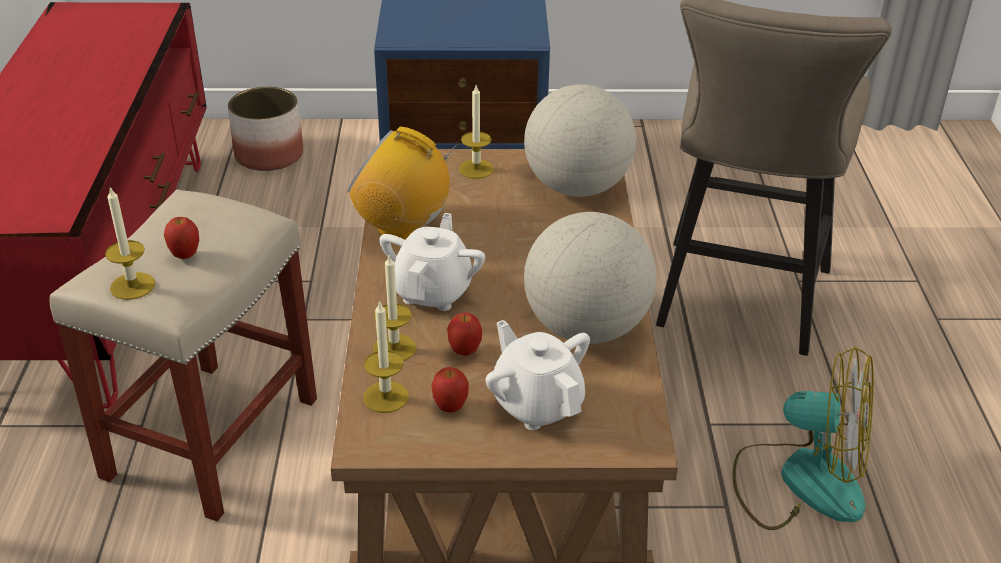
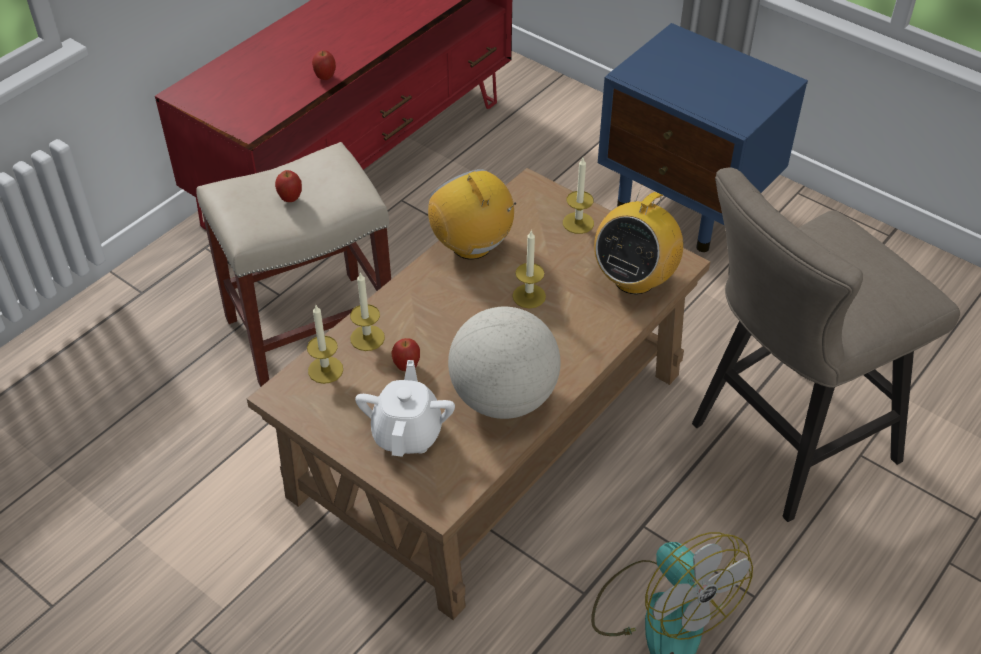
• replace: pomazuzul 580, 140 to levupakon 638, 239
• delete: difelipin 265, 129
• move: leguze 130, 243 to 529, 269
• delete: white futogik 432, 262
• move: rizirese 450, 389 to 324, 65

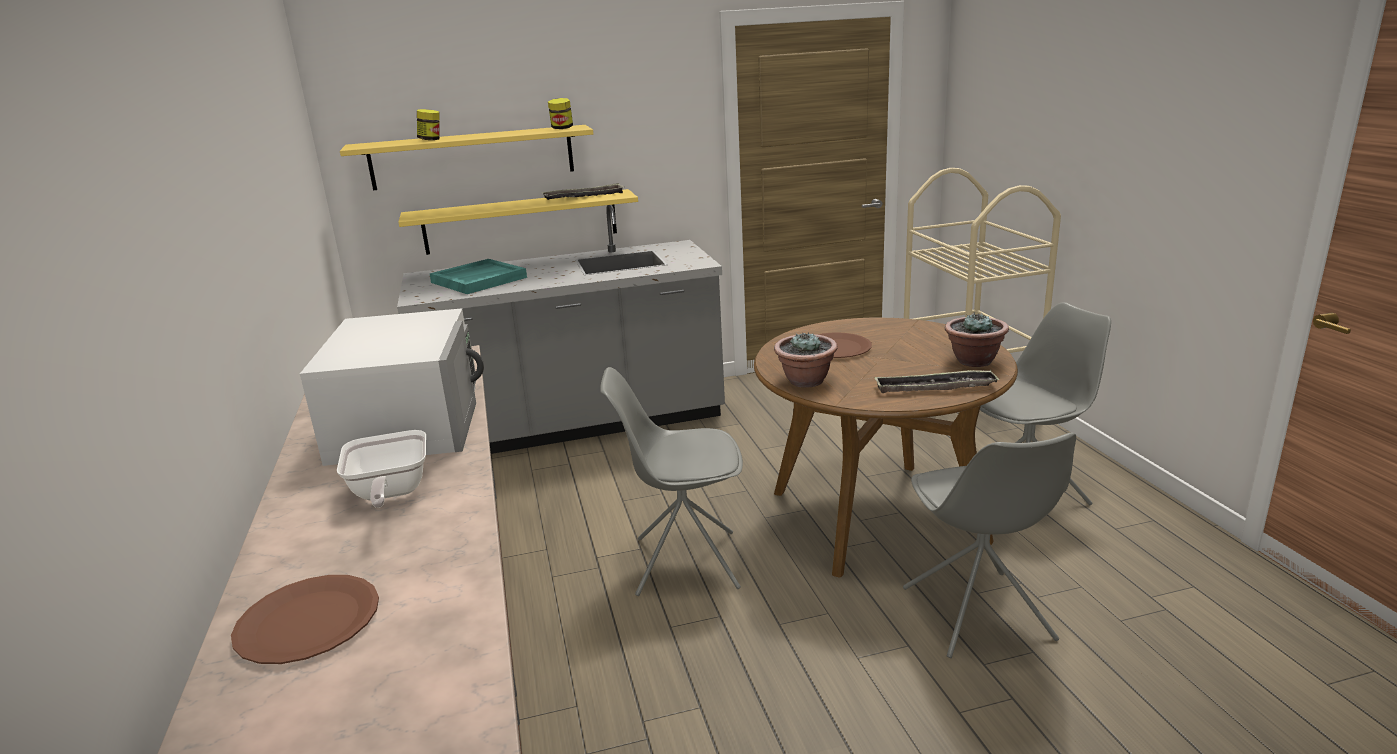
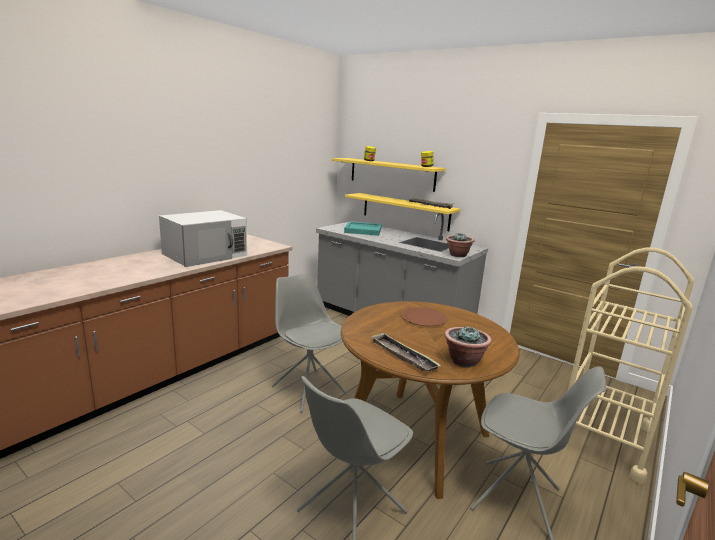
• move: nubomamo 806, 360 to 460, 245
• delete: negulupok 381, 469
• delete: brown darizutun 305, 619

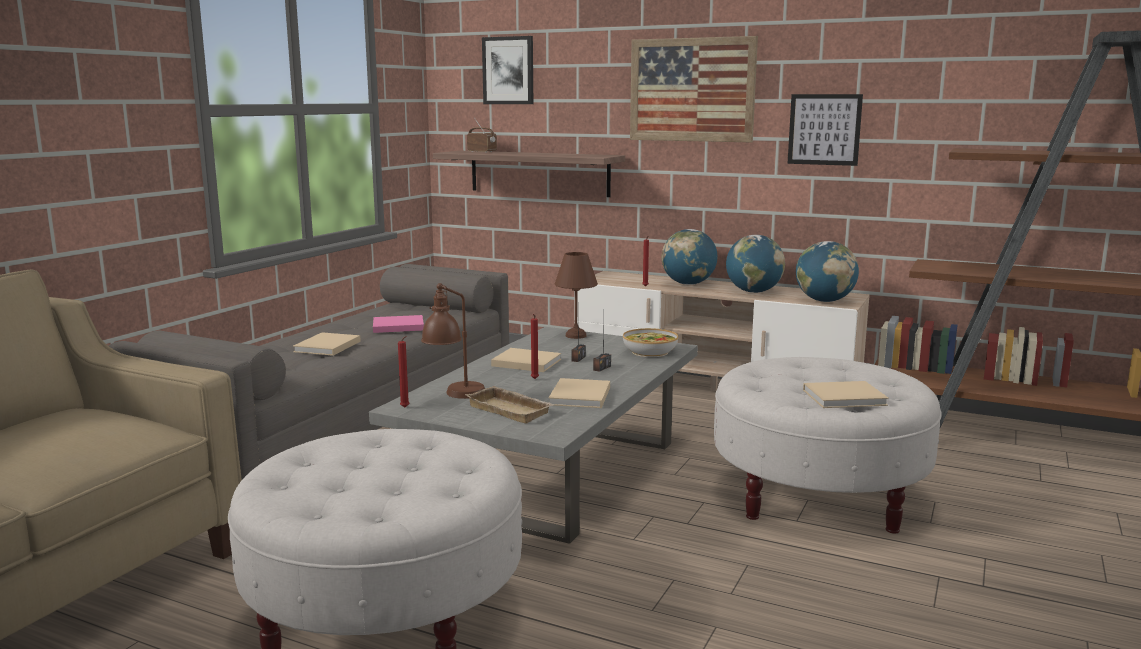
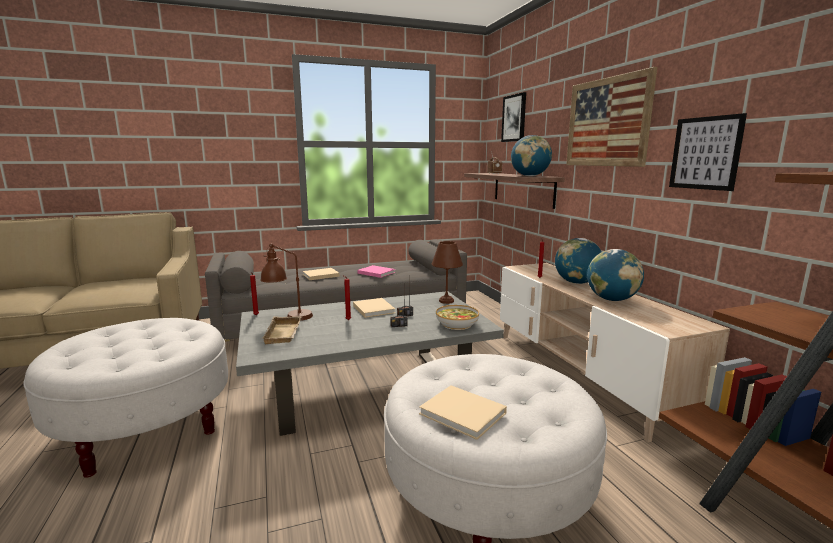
• move: pomazuzul 827, 271 to 531, 155
• delete: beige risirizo 579, 393

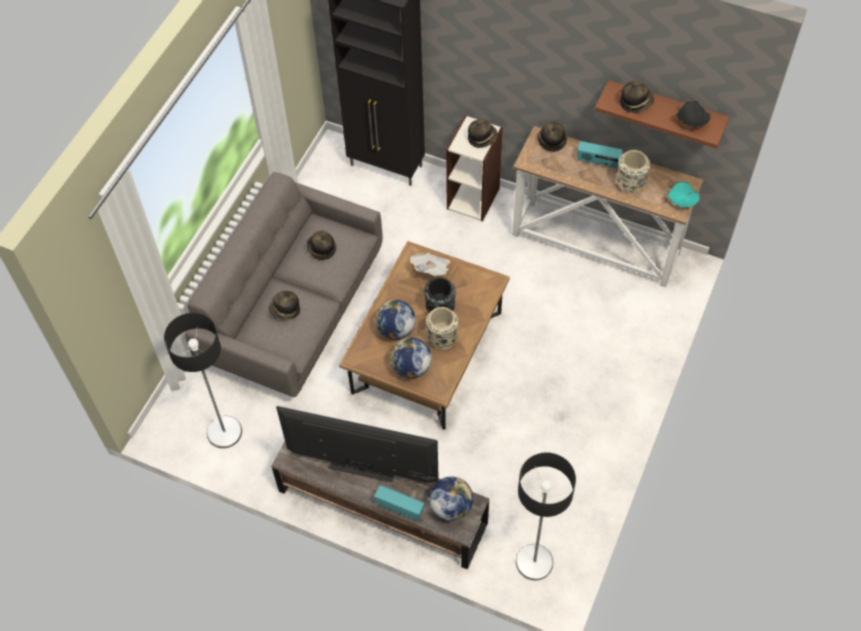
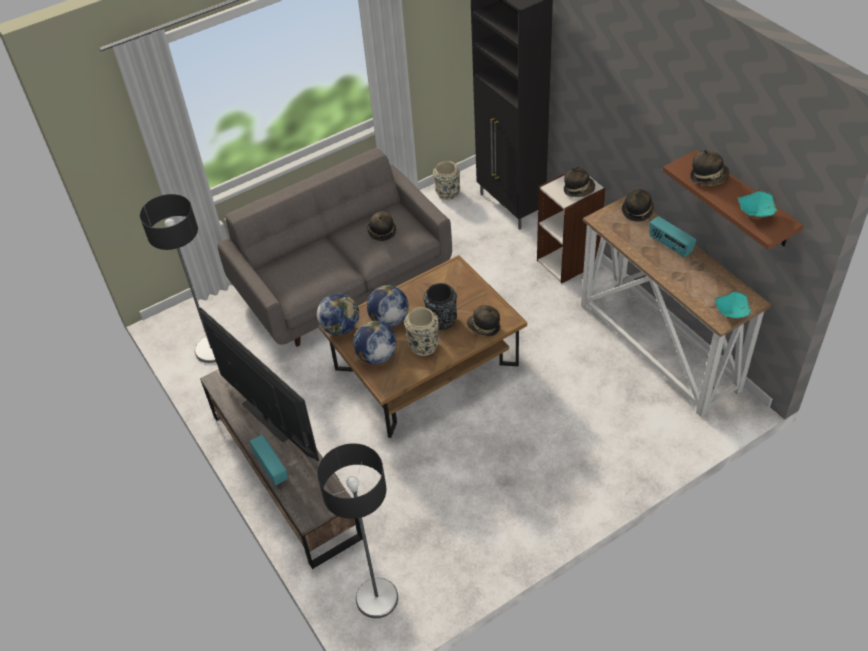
• recolor: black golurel 693, 114 to turquoise golurel 758, 204
• move: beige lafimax 633, 171 to 446, 180
• delete: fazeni 430, 264
• move: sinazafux 284, 305 to 483, 320
• move: pomazuzul 451, 499 to 338, 314

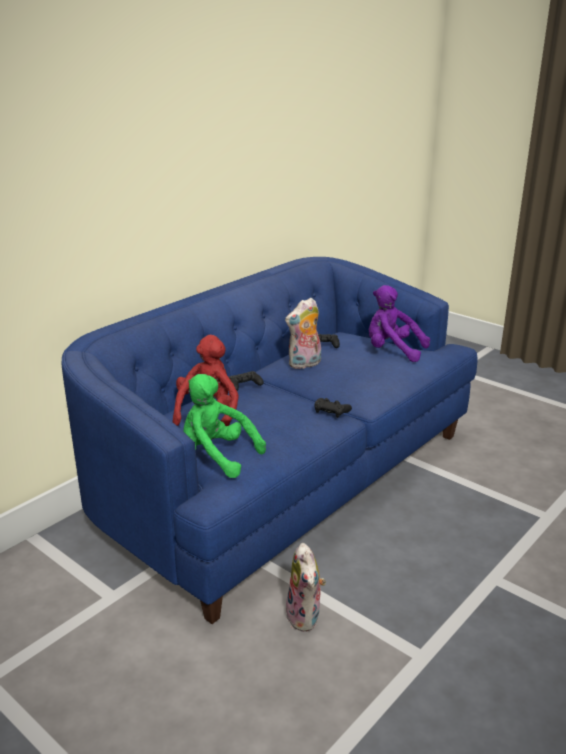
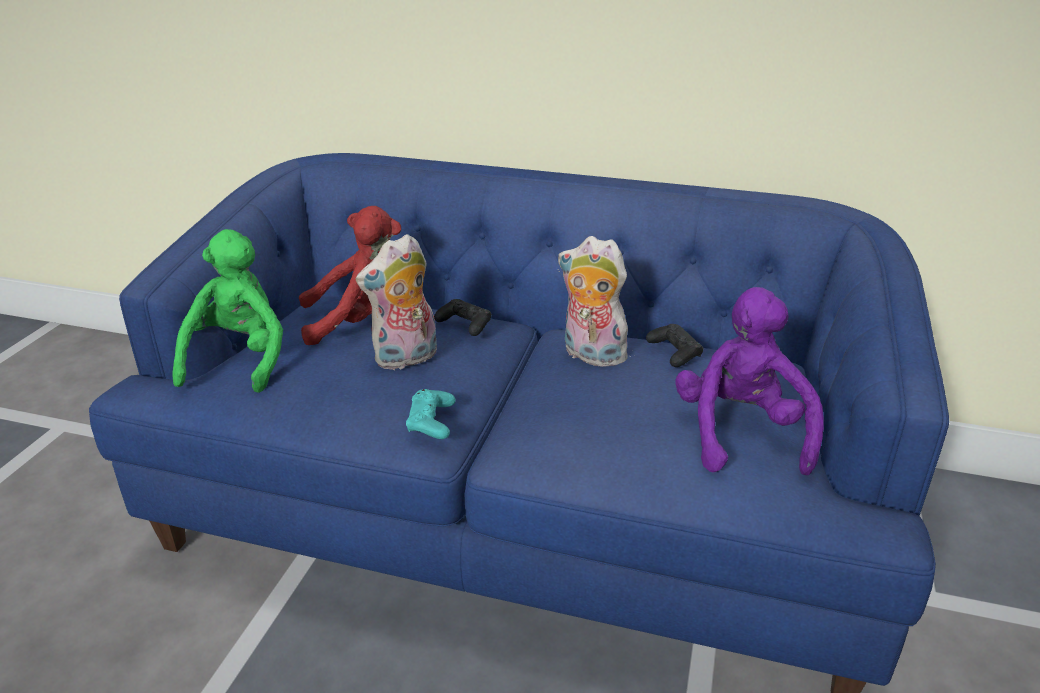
• recolor: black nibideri 333, 408 to turquoise nibideri 431, 414
• move: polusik 306, 587 to 396, 302

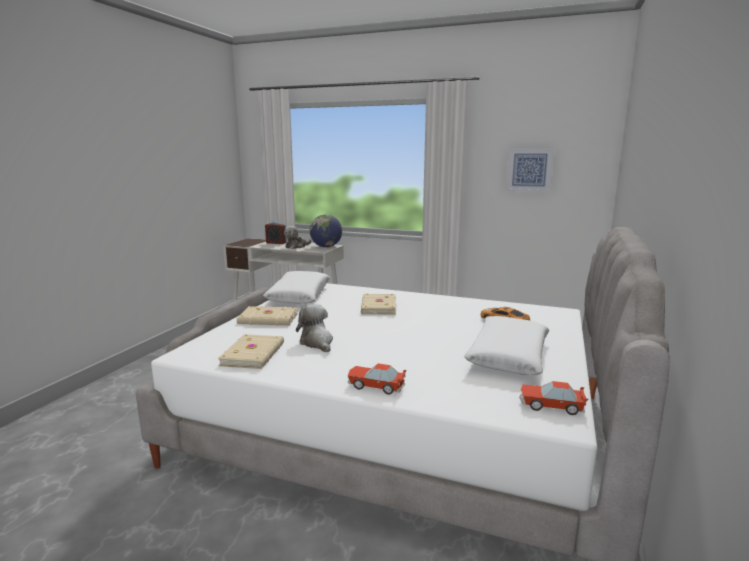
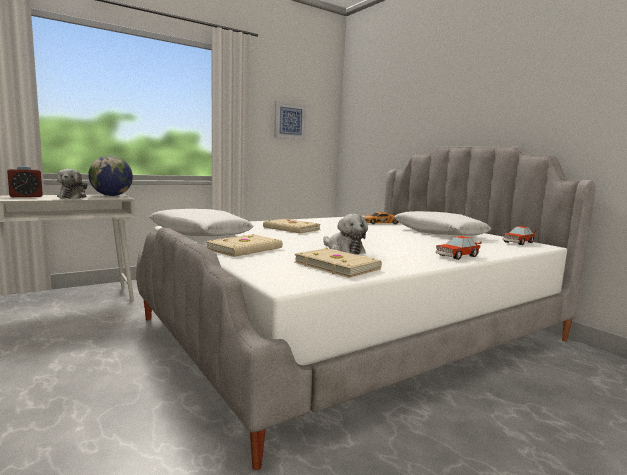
• rotate: polusik 314, 328 = 345, 234 135 degrees counterclockwise

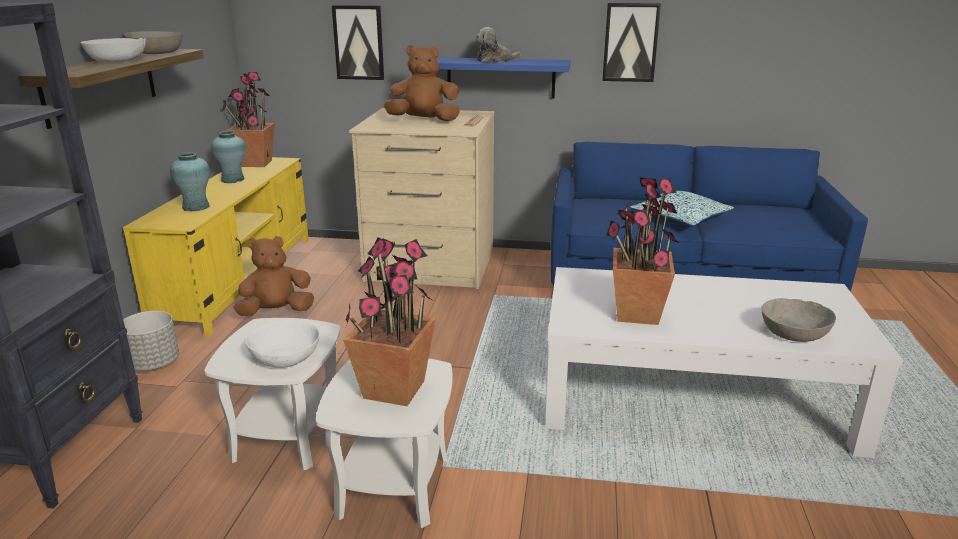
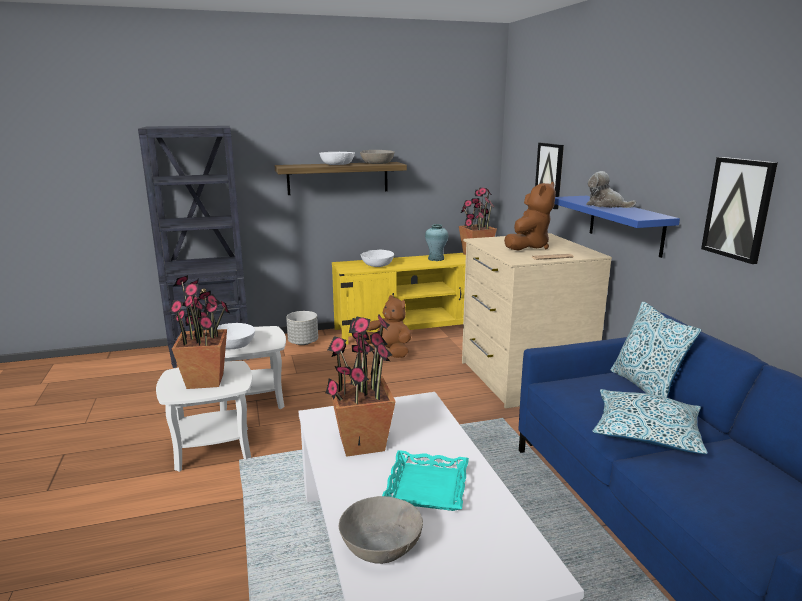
• rotate: brown polusik 422, 83 = 530, 216 60 degrees clockwise
• replace: turquoise lafimax 190, 181 to white golurel 377, 258
• insert: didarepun 656, 349
• insert: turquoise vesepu 425, 480

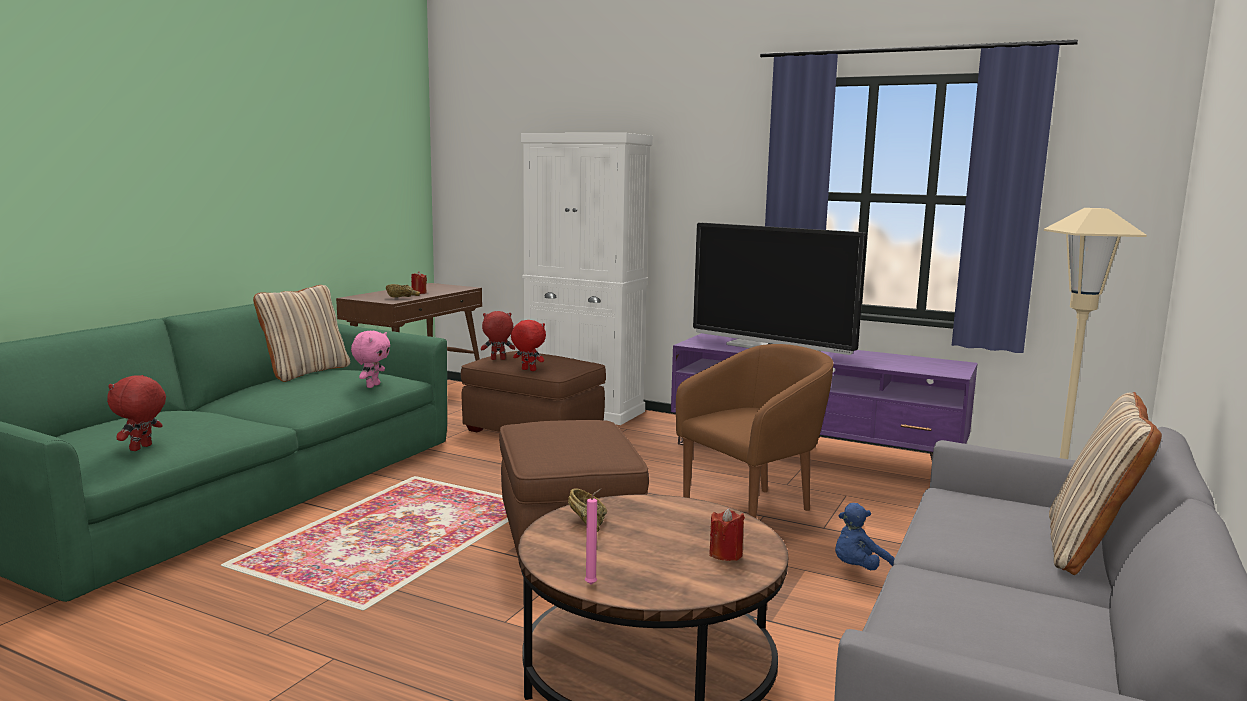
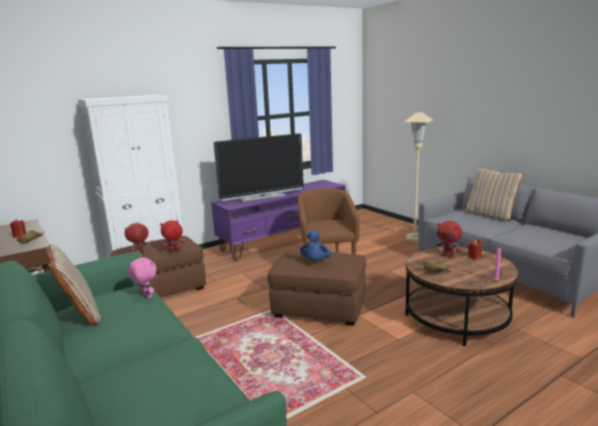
• move: red polusik 136, 413 to 449, 239
• move: blue polusik 865, 536 to 316, 245

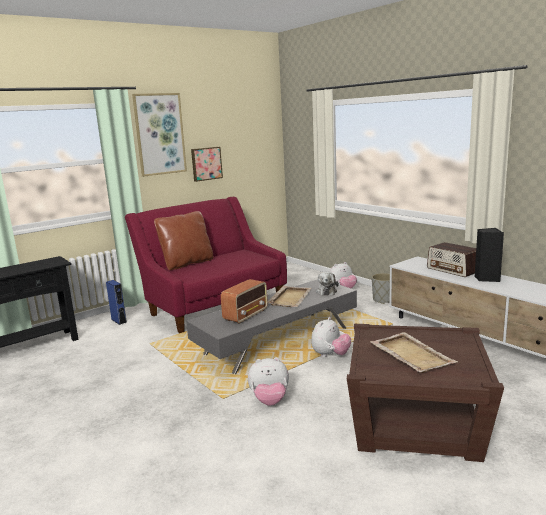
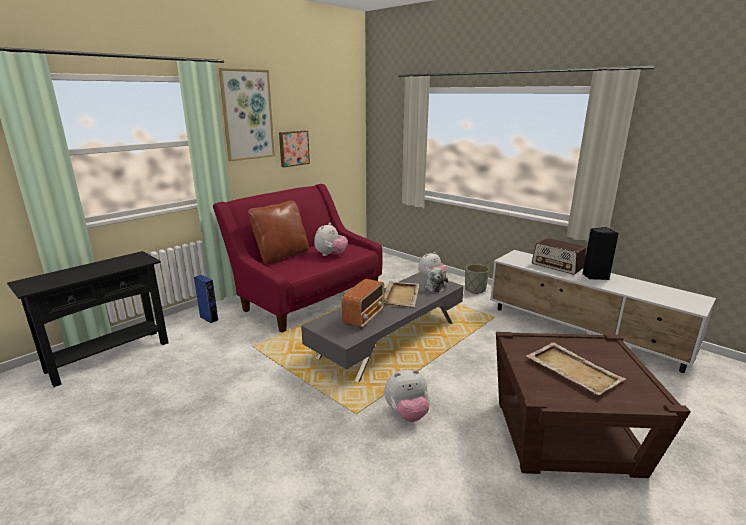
• move: polusik 331, 337 to 331, 239

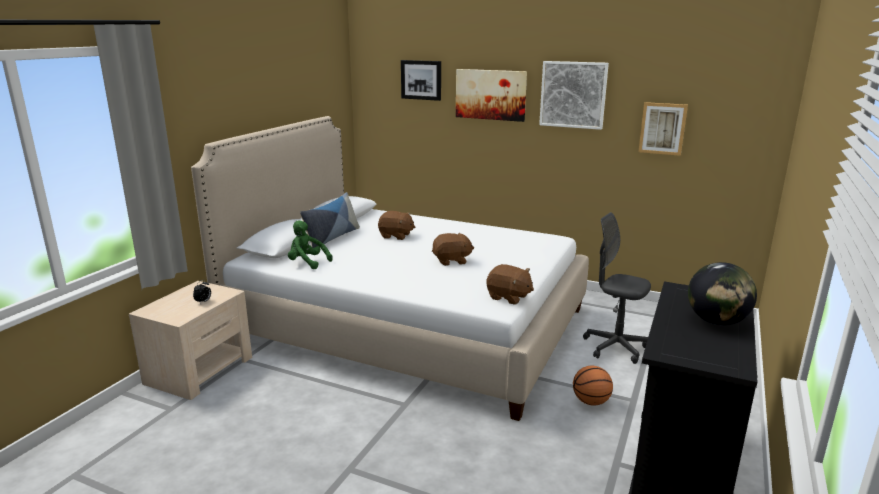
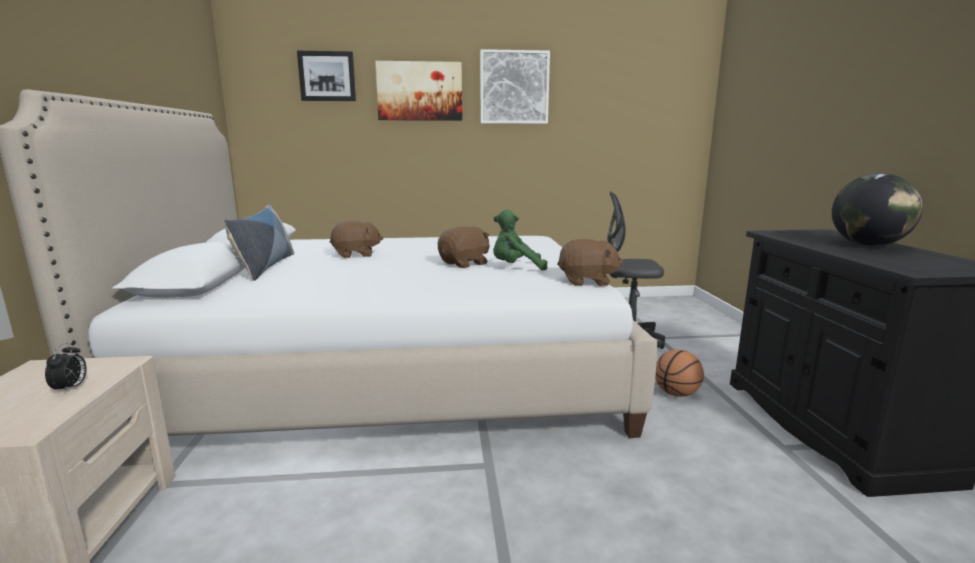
• delete: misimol 663, 129
• move: green polusik 310, 244 to 520, 239

